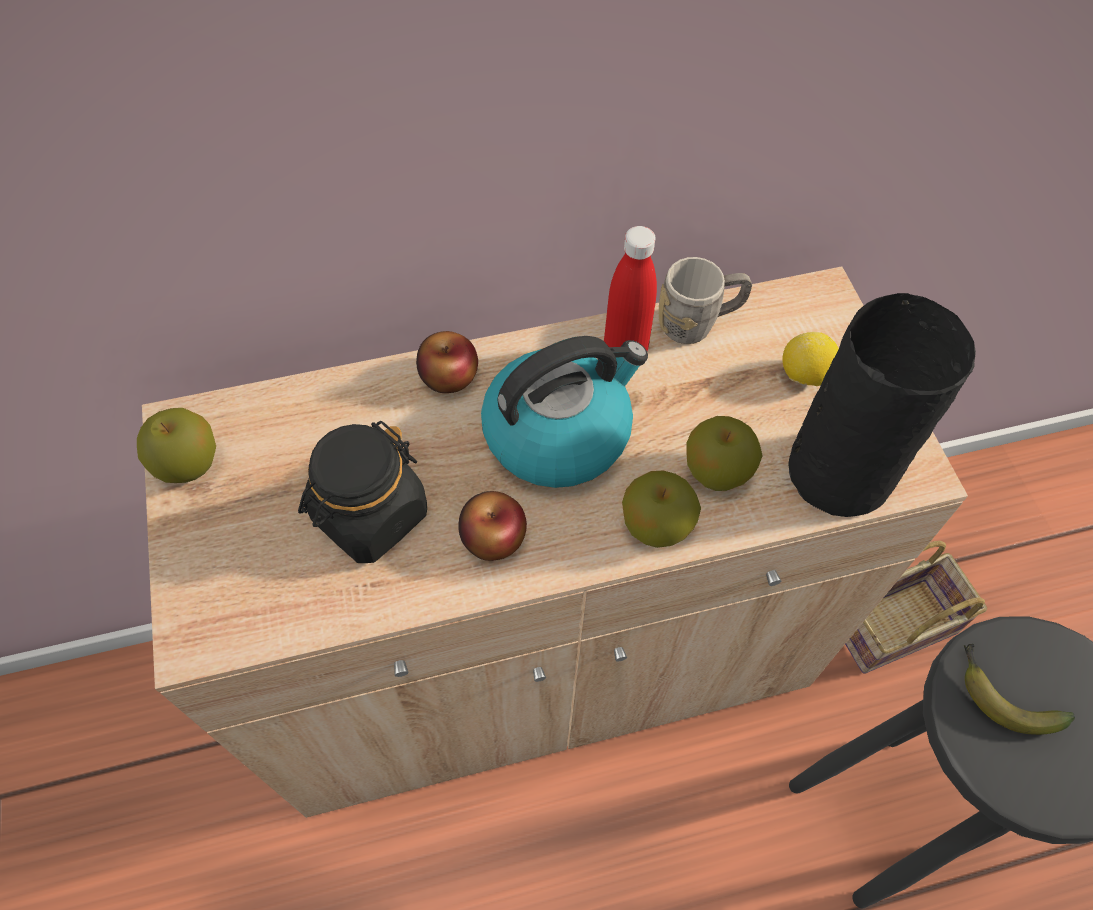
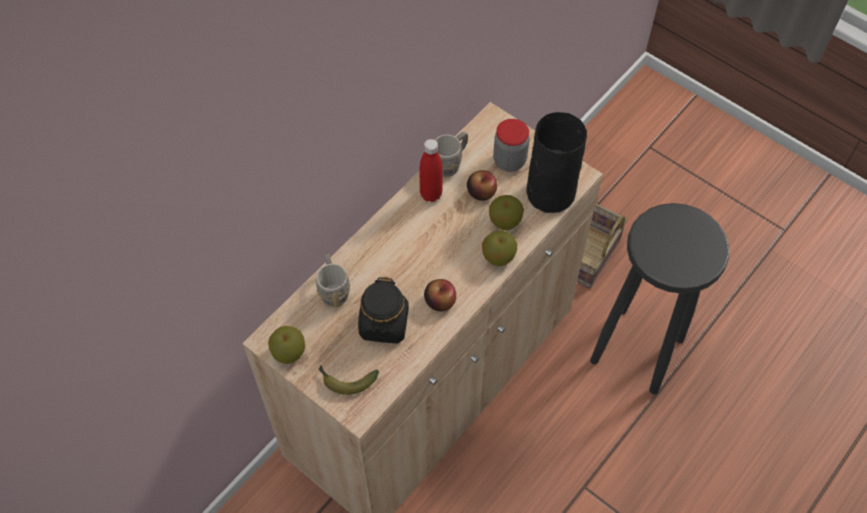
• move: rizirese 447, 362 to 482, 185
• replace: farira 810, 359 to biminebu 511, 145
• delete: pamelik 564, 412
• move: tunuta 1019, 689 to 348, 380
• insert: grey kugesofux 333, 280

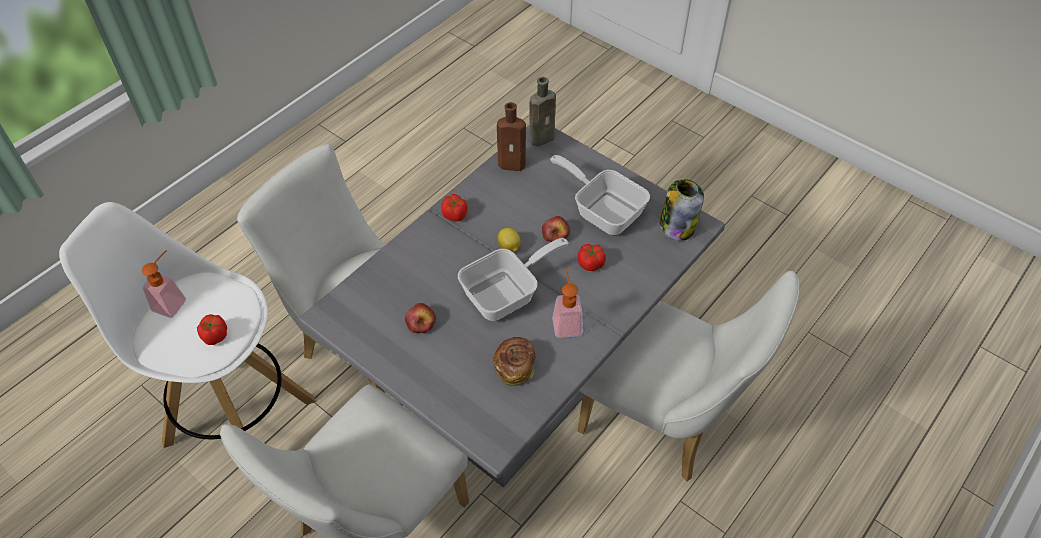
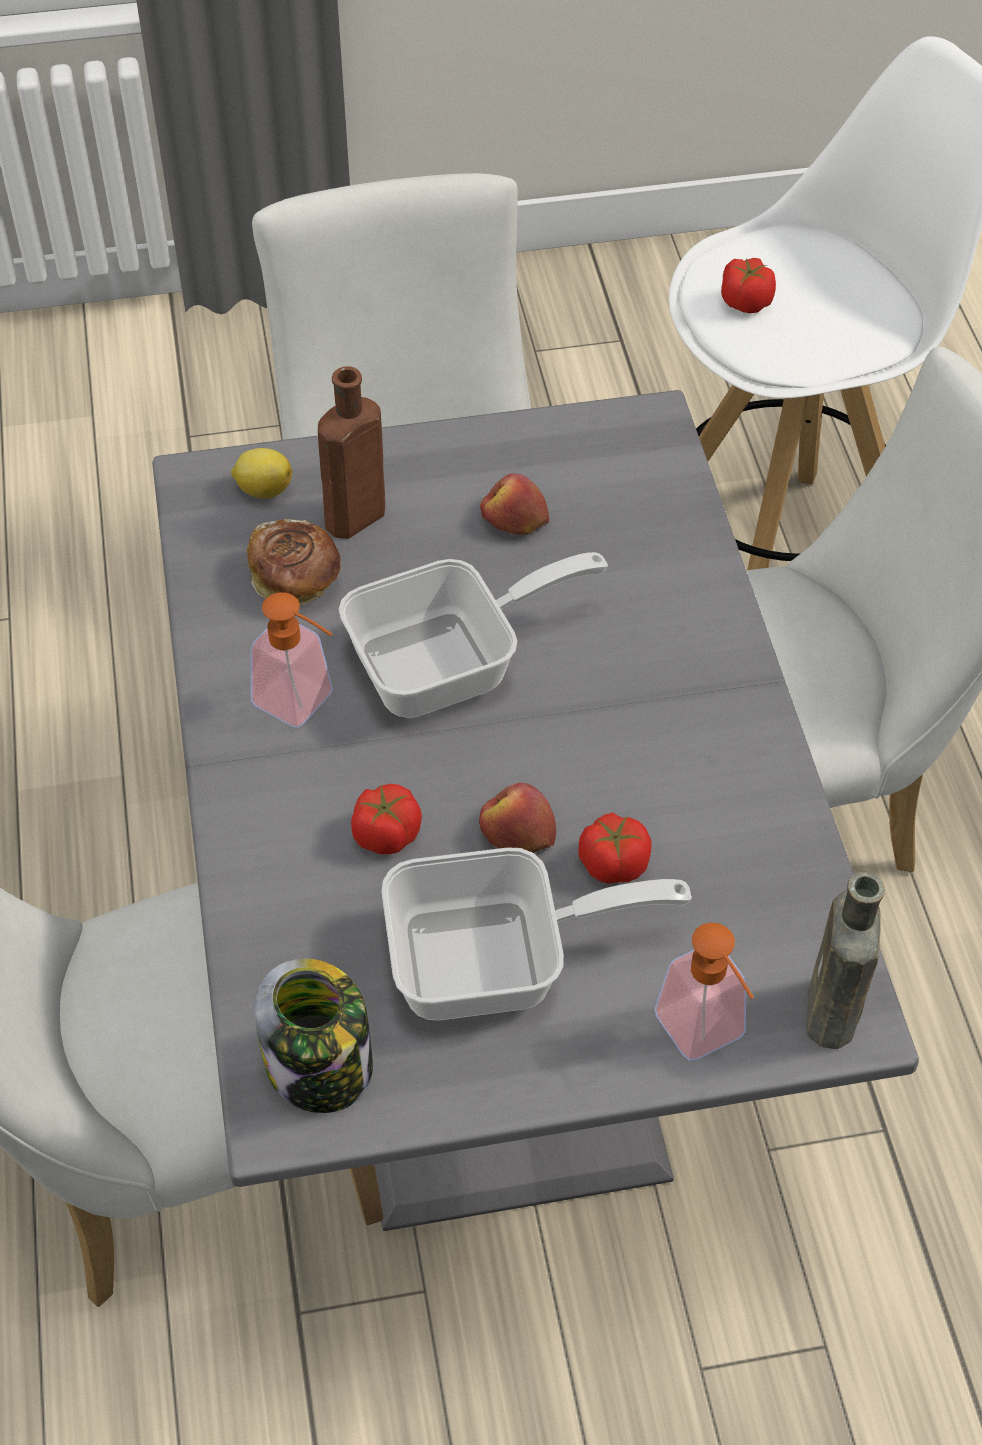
• move: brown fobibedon 511, 136 to 351, 452
• move: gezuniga 455, 207 to 615, 848
• move: farira 509, 240 to 261, 473
• rotate: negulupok 513, 279 = 473, 635 120 degrees counterclockwise
• move: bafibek 164, 284 to 704, 992

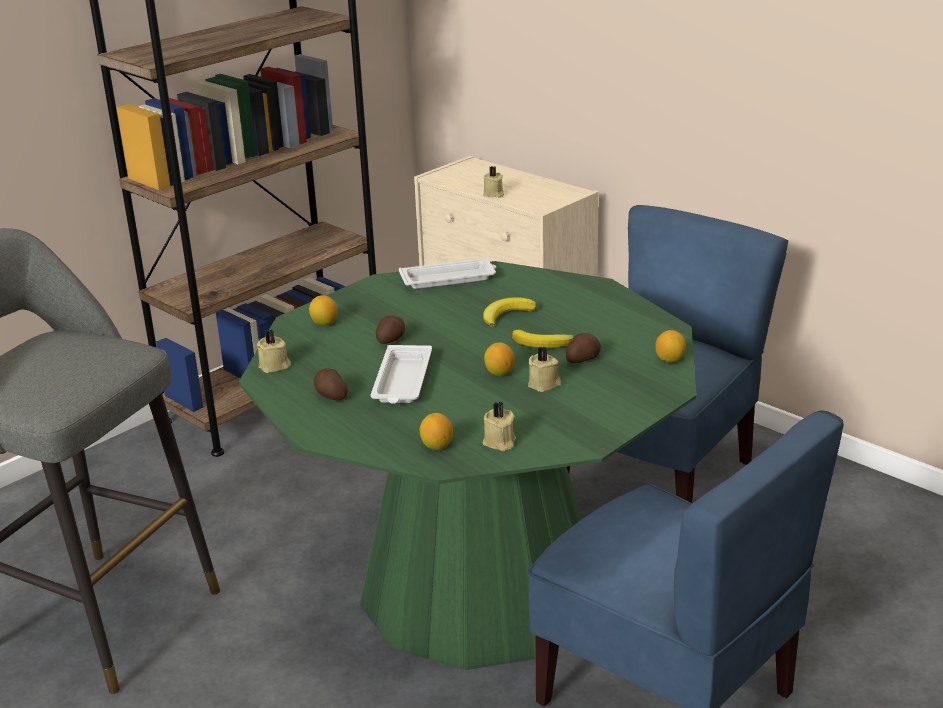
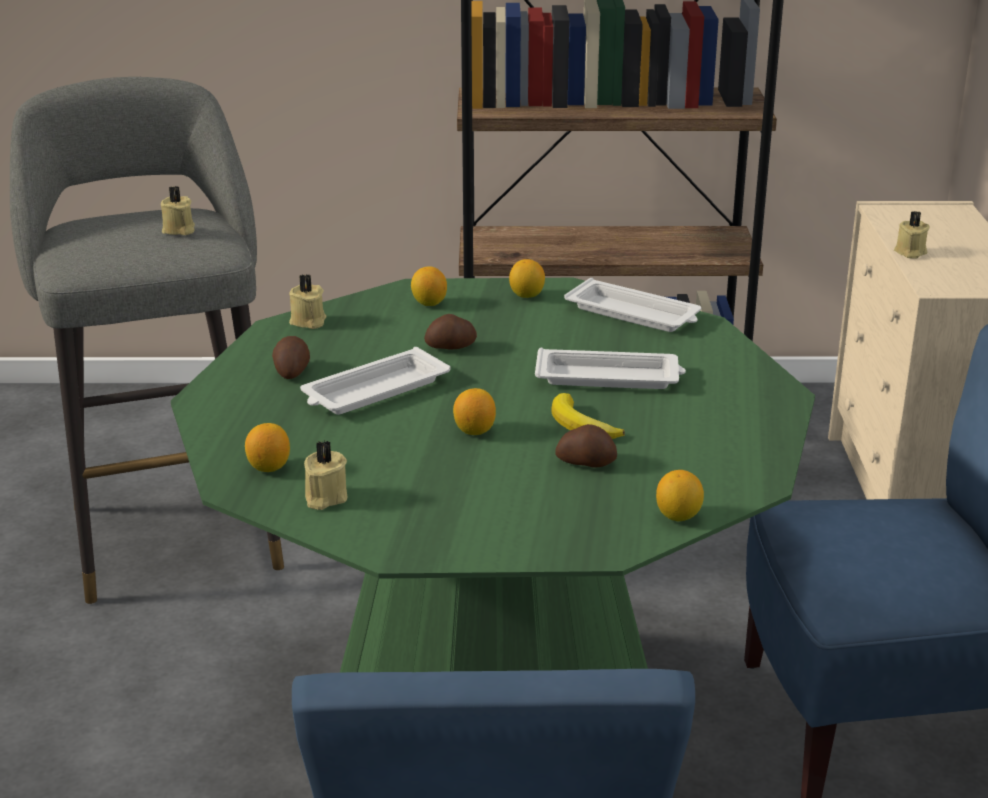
• replace: tunuta 510, 312 to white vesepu 610, 368
• move: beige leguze 544, 369 to 178, 210
• insert: farira 527, 278

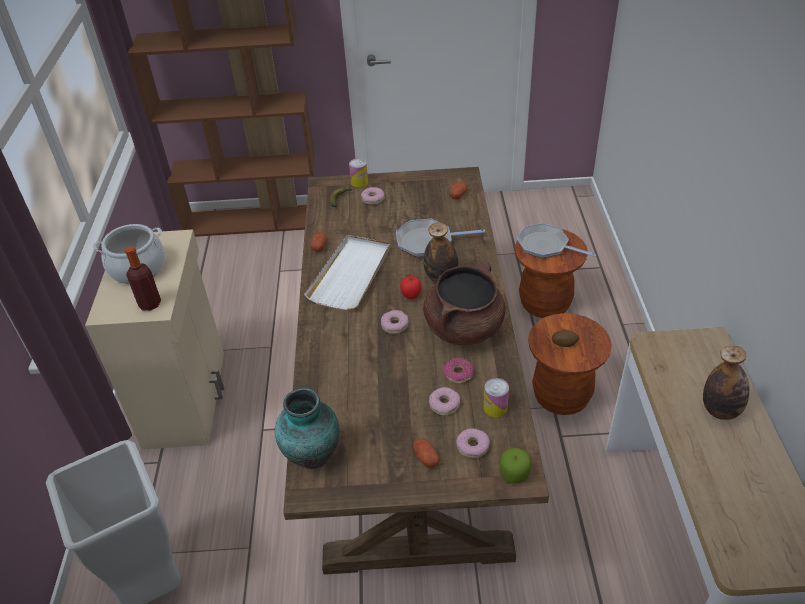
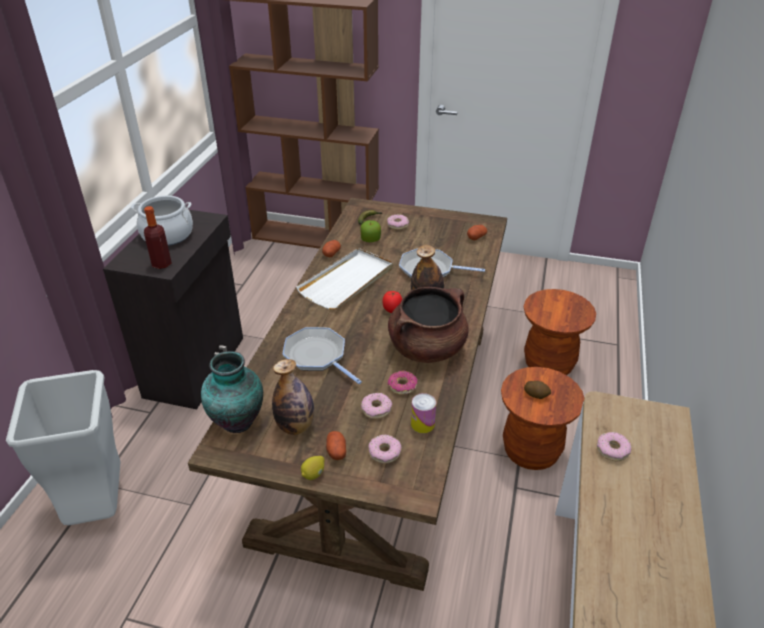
• delete: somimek 358, 173
• move: negulupok 556, 240 to 322, 355
• recolor: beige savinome 154, 339 to black savinome 173, 309
• move: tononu 395, 322 to 614, 447
• move: fobibedon 726, 383 to 293, 397
• move: rizirese 515, 466 to 370, 231
• insert: farira 313, 468

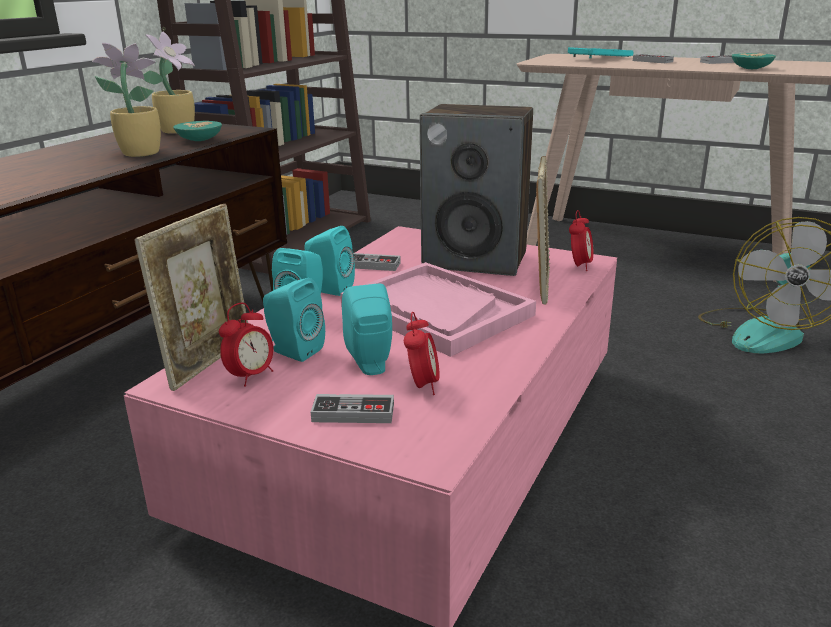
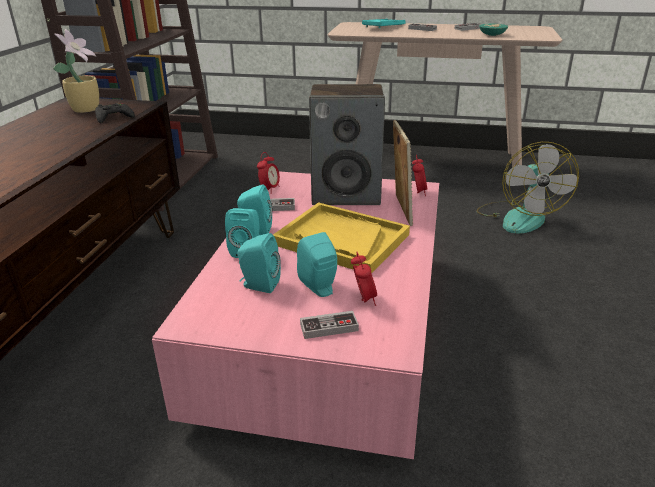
• delete: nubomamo 126, 100
• replace: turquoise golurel 197, 131 to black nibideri 115, 113
• delete: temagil 191, 297
• recolor: pink vesepu 438, 309 to yellow vesepu 341, 238
• move: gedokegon 246, 344 to 268, 173

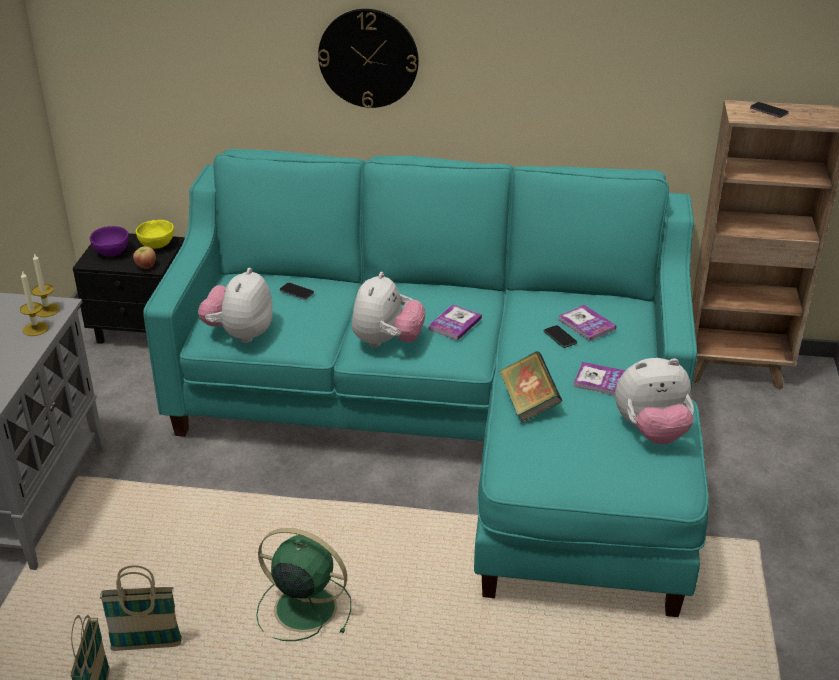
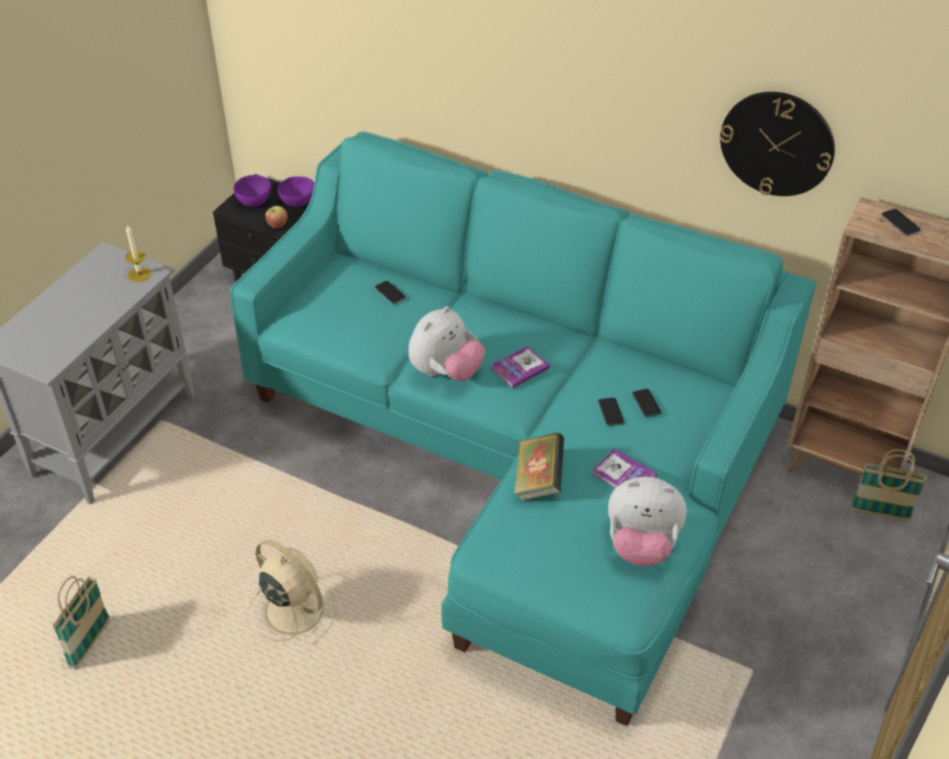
• move: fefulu 368, 58 to 777, 144
• recolor: yellow golurel 155, 234 to purple golurel 296, 191
• delete: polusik 235, 305
• delete: leguze 34, 303
• replace: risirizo 587, 323 to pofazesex 647, 403
• recolor: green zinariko 303, 584 to beige zinariko 292, 593
• move: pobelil 141, 608 to 888, 485

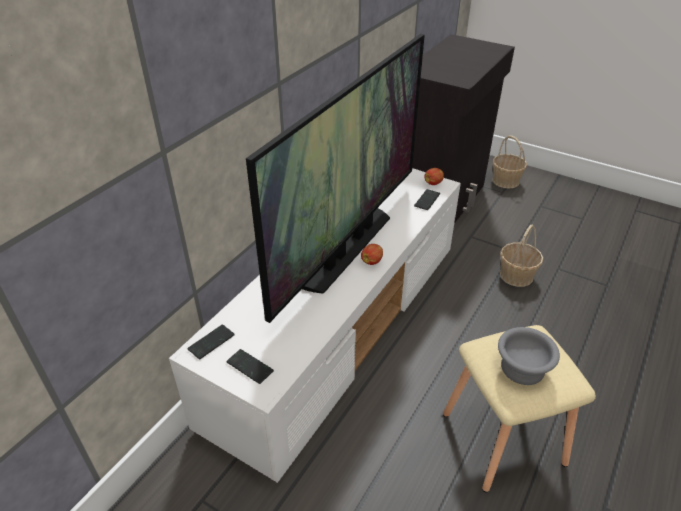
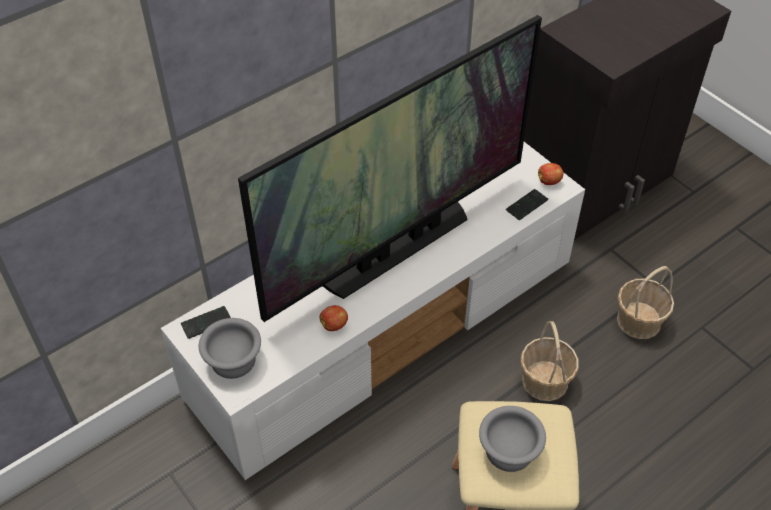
• move: pobelil 509, 162 to 550, 361
• move: rizirese 372, 254 to 334, 318
• replace: pofazesex 250, 366 to grey golurel 230, 348

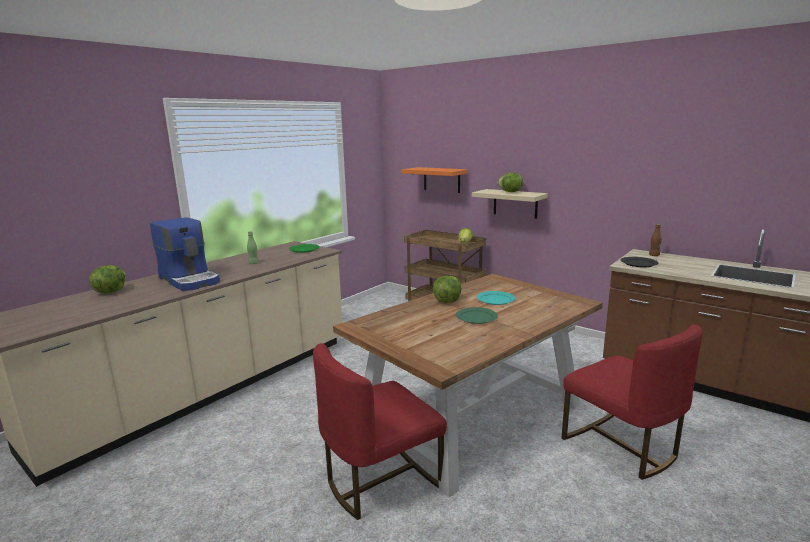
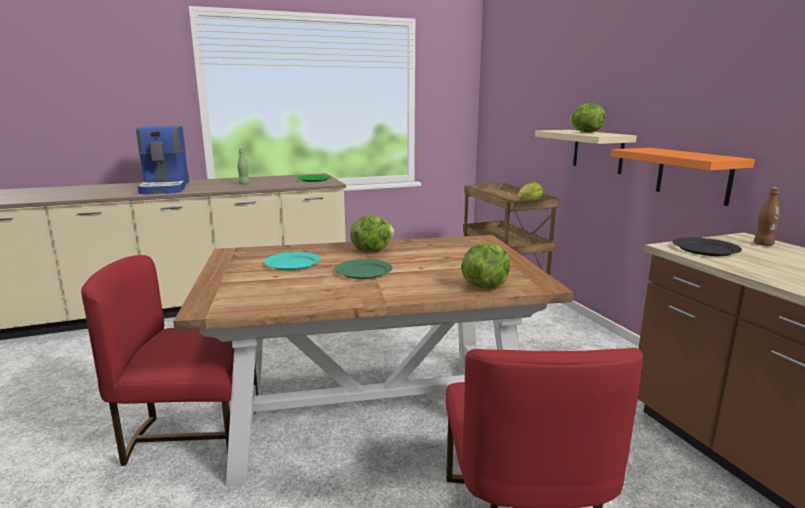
• move: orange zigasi 435, 180 to 683, 177
• move: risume 107, 279 to 485, 266
• move: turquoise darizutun 496, 298 to 292, 261

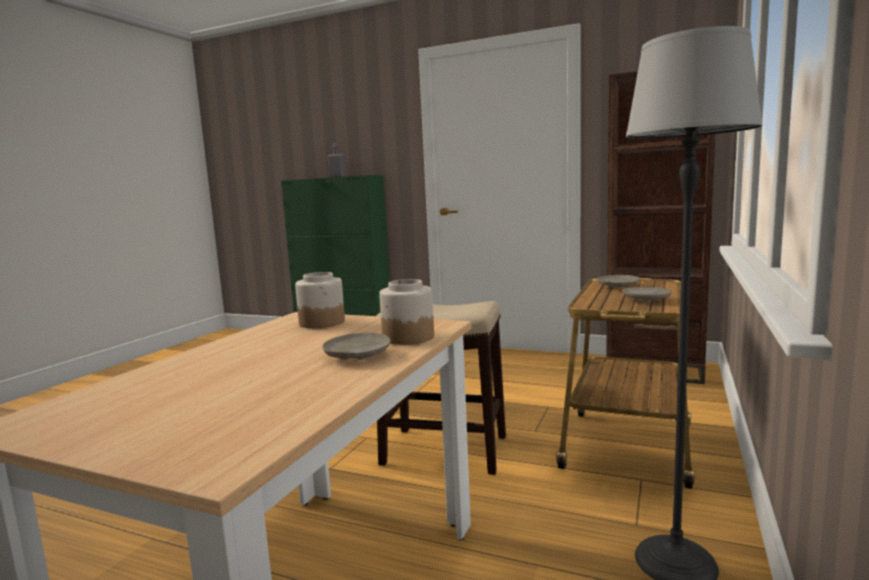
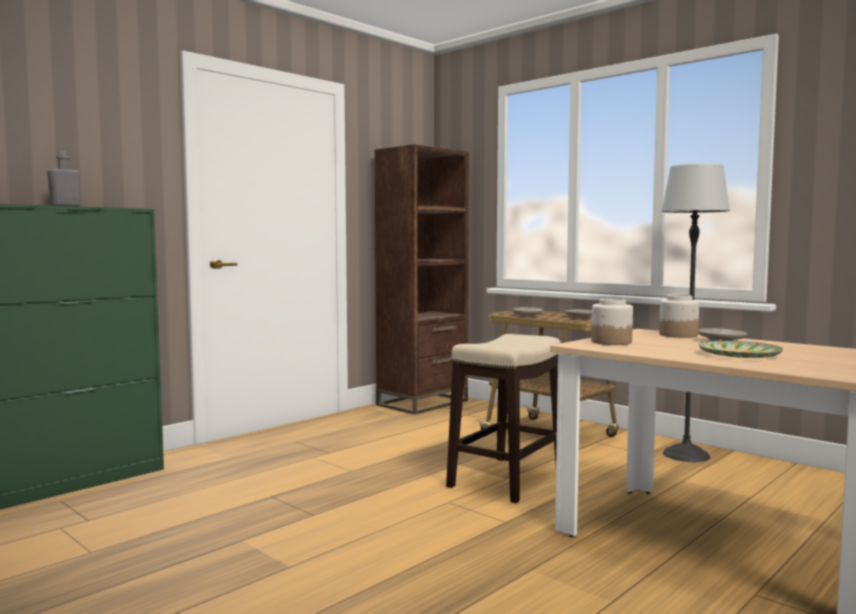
• insert: darizutun 740, 349

